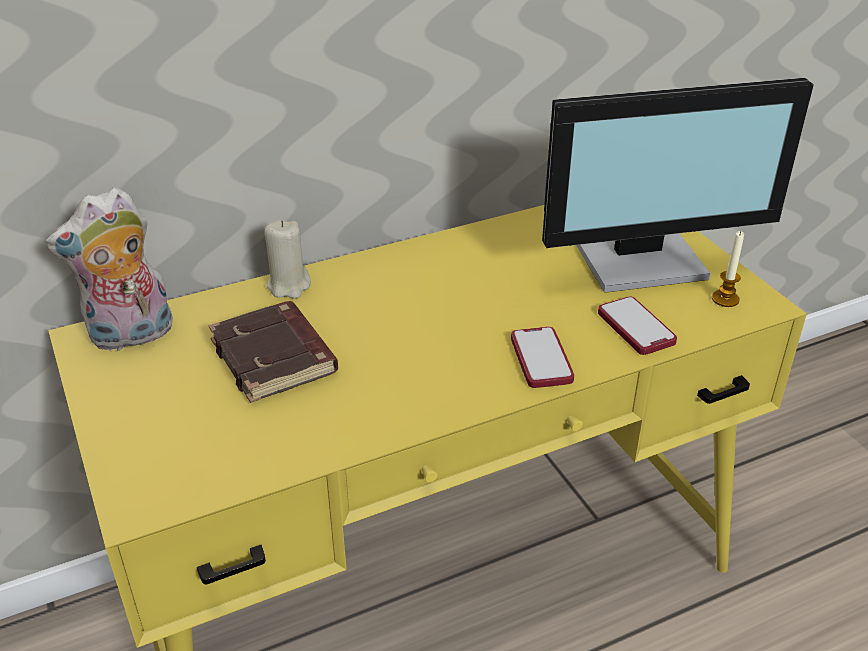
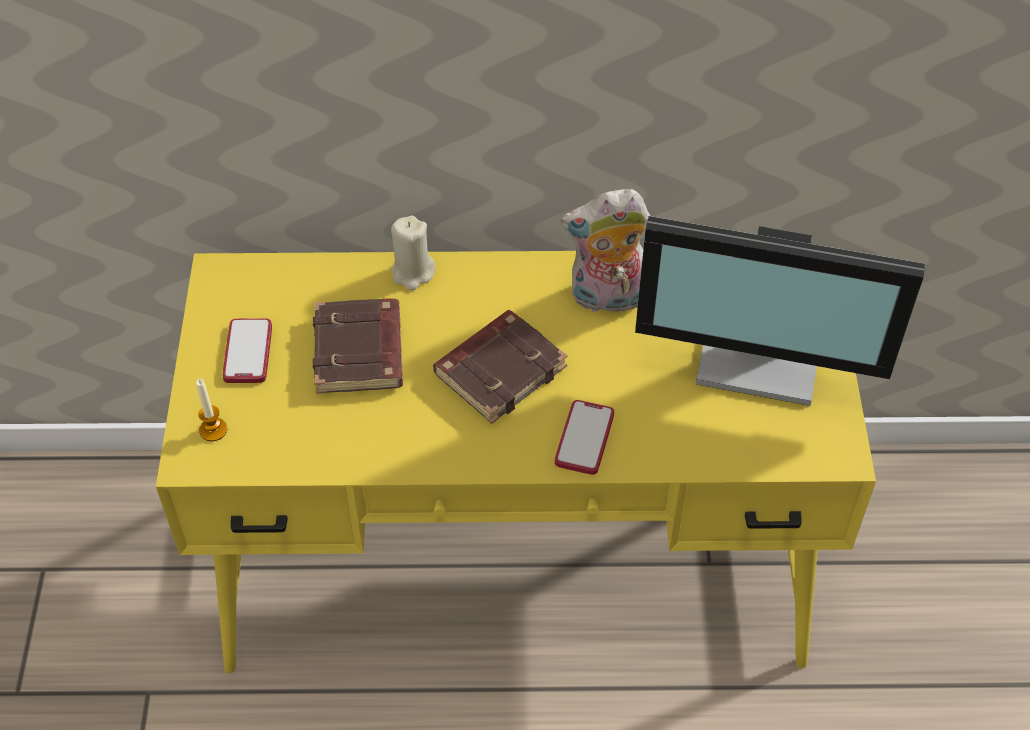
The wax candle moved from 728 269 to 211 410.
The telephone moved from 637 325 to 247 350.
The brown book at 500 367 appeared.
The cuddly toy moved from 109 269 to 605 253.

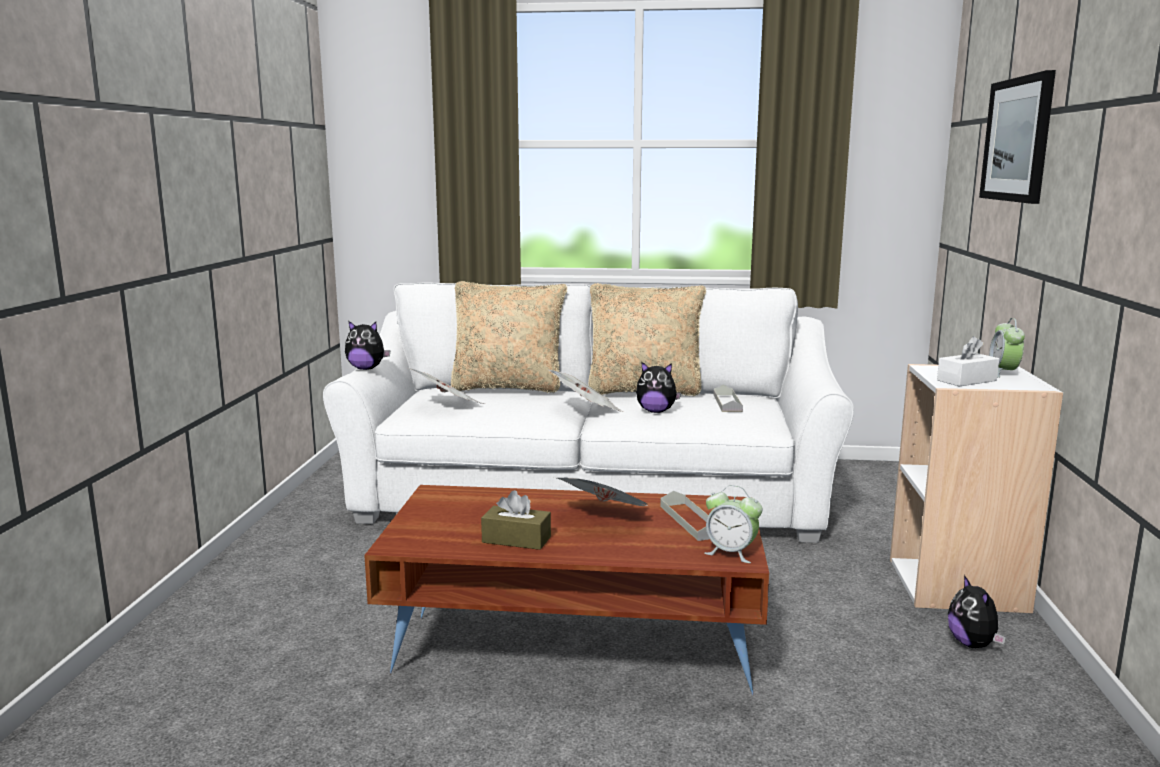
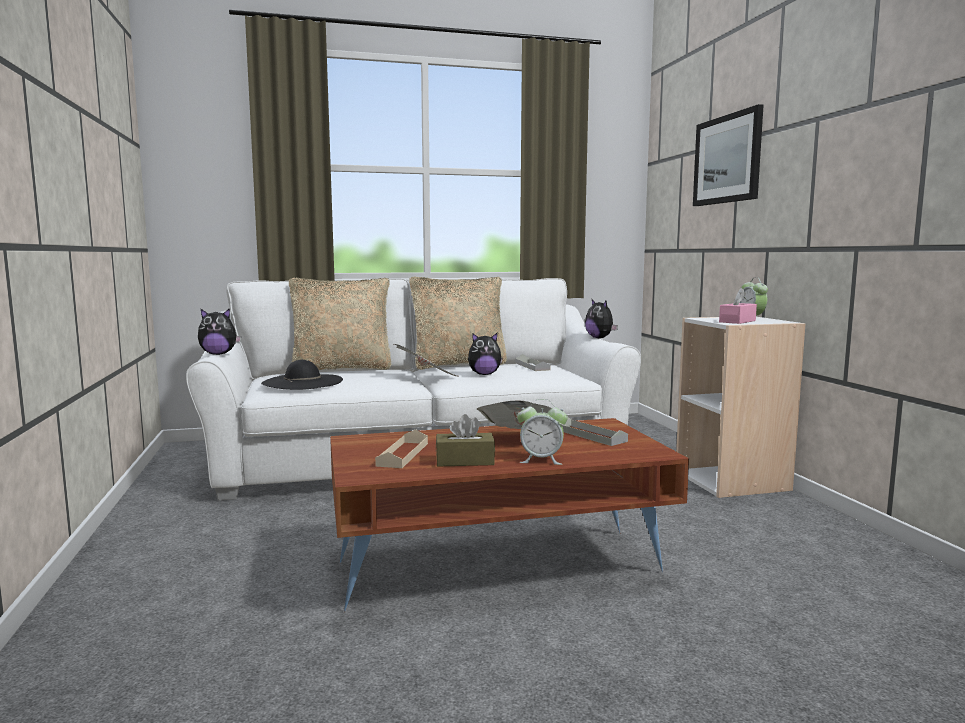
The newspaper at 446 386 was replaced by the black wearable hat at 302 375.
The beige tray at 401 448 appeared.
The table clock moved from 733 524 to 542 432.
The cuddly toy moved from 977 611 to 601 319.
The white-coloured tissue holder at 968 361 became the pink-coloured tissue holder at 738 306.

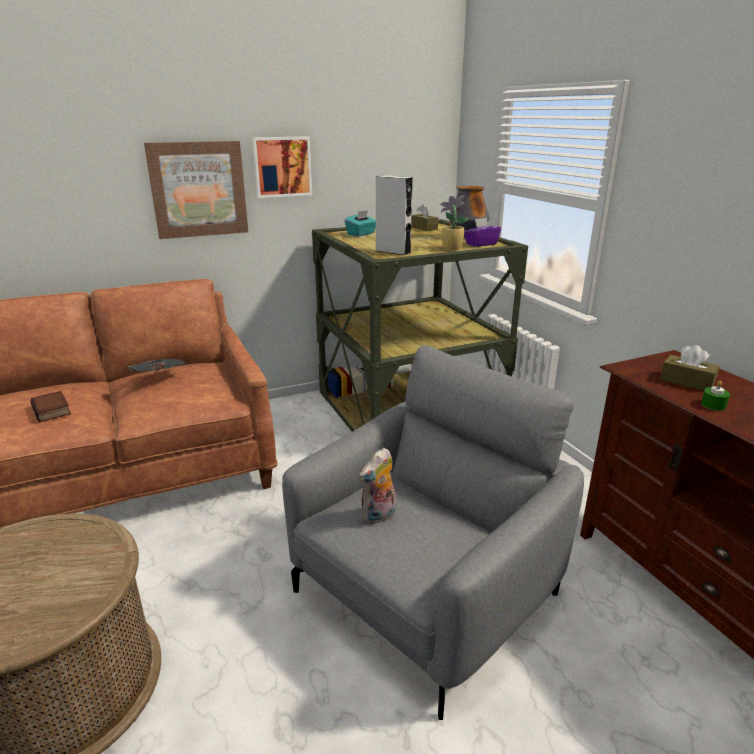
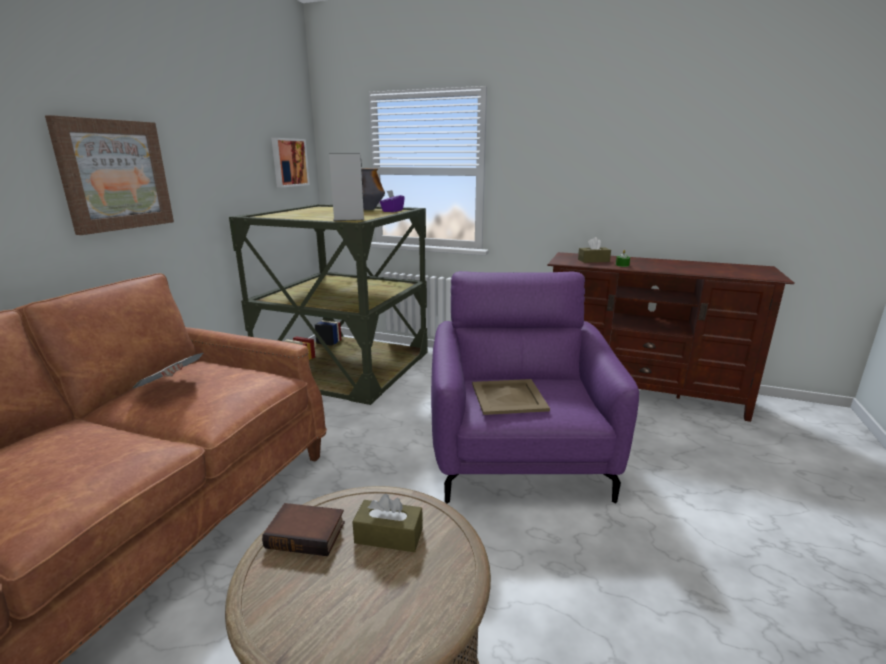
The book moved from 51 406 to 303 529.
The picture moved from 282 167 to 290 162.
The brown tissue holder moved from 424 217 to 387 523.
The greyish armchair at 433 532 became the purplish armchair at 535 387.
The cuddly toy at 377 486 was replaced by the beige tray at 511 397.
The turquoise-coloured tissue holder at 360 223 disappeared.
The potted plant at 454 223 disappeared.

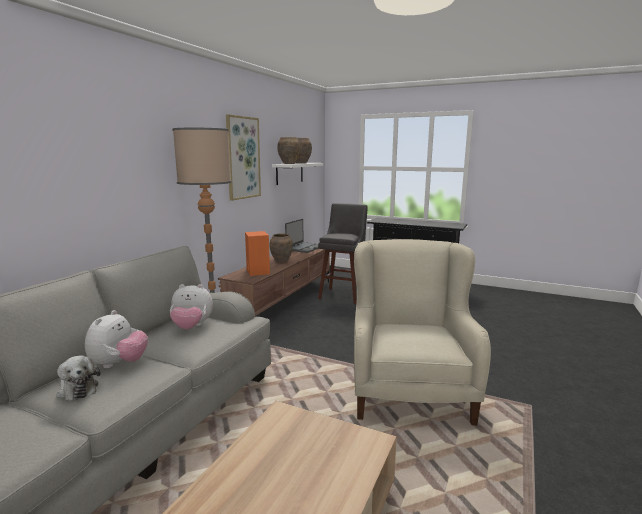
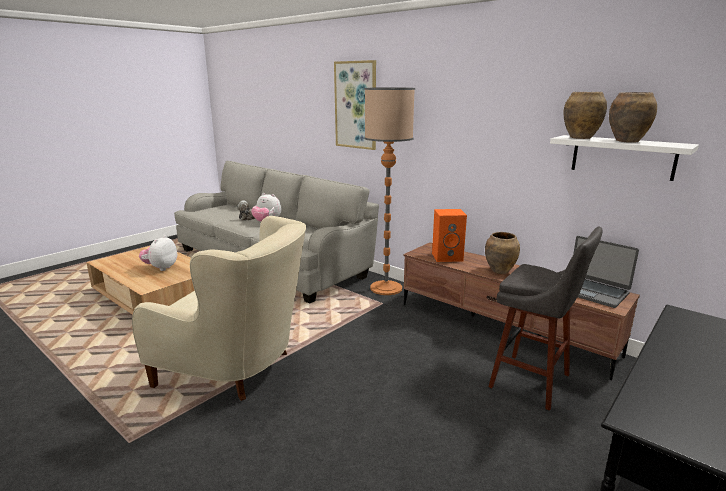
The cuddly toy moved from 191 306 to 158 253.
The picture moved from 243 157 to 355 105.

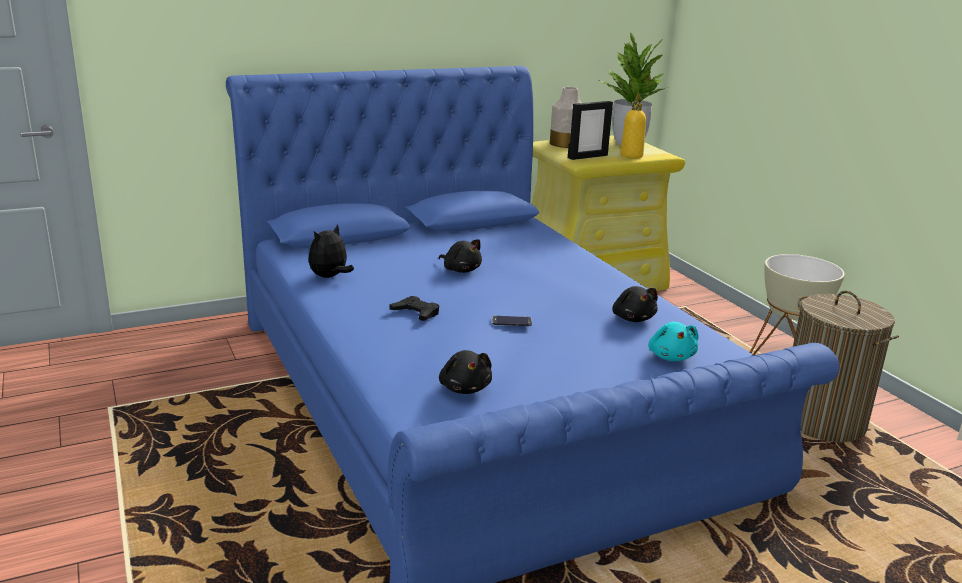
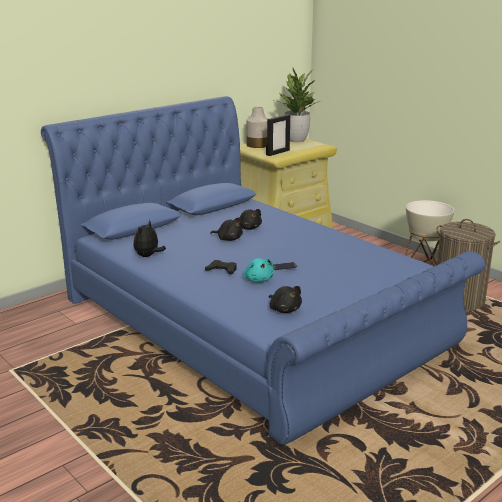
The black cuddly toy moved from 635 304 to 251 219.
The turquoise-coloured cuddly toy moved from 673 341 to 259 270.
The yellow-coloured beverage bottle at 633 130 disappeared.

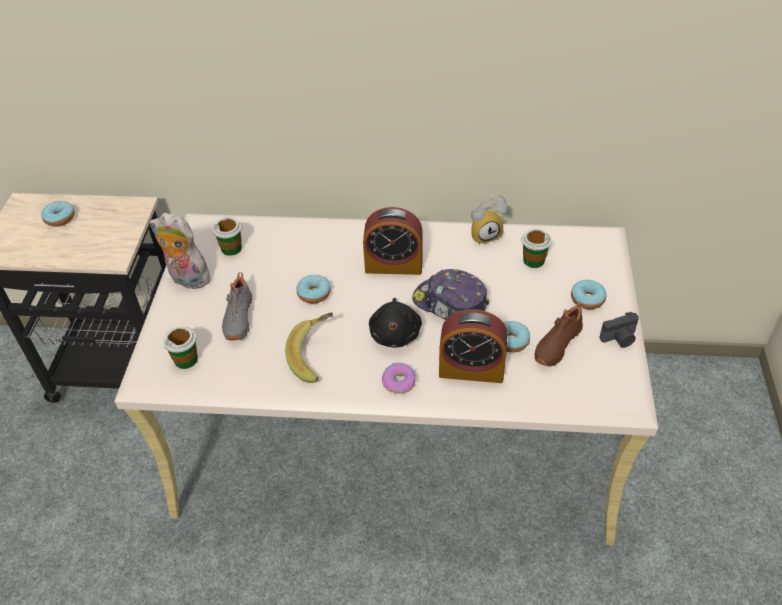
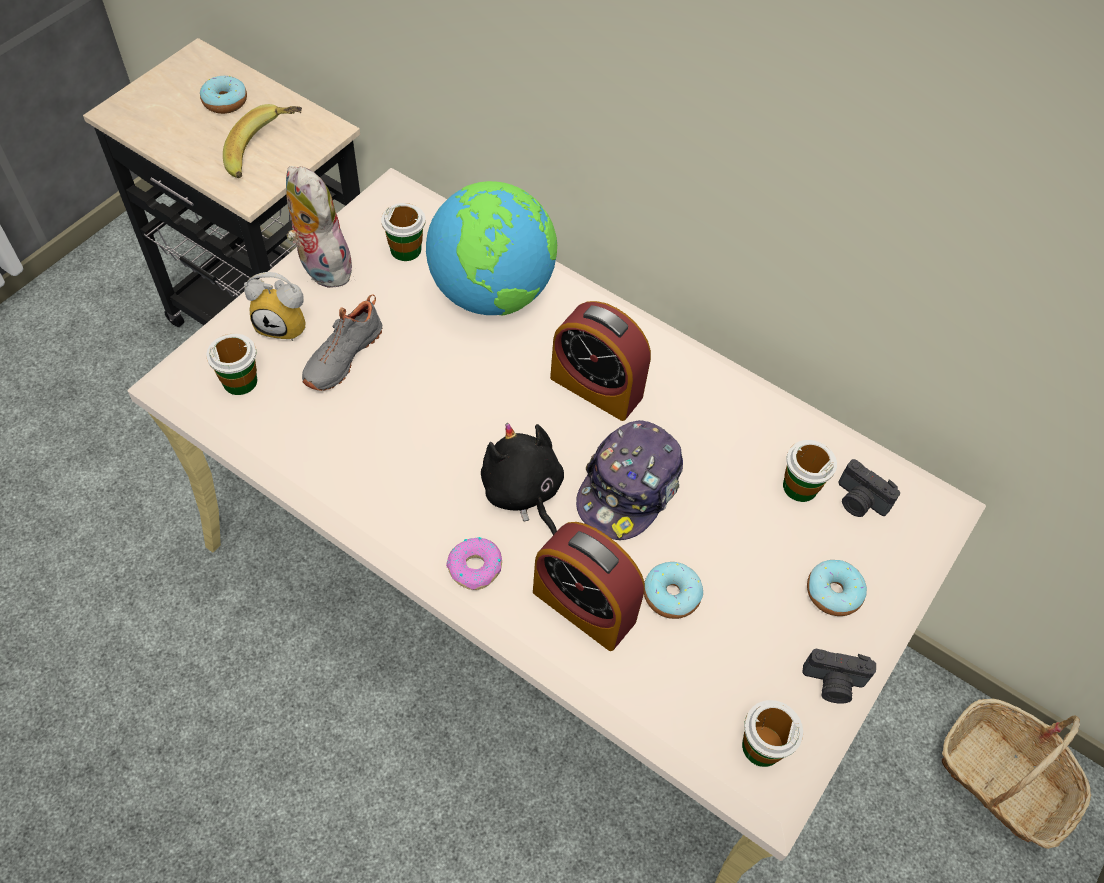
The banana moved from 309 347 to 262 141.
The table clock moved from 489 219 to 274 306.
The globe at 491 248 appeared.
The black cuddly toy at 395 322 turned 120 degrees clockwise.
The baseball cap at 450 294 turned 120 degrees counterclockwise.
The small cup at 772 733 appeared.
The photo camera at 869 488 appeared.
The storage basket at 1016 773 appeared.
The donut at 314 289 disappeared.
The brown low shoe at 558 334 disappeared.

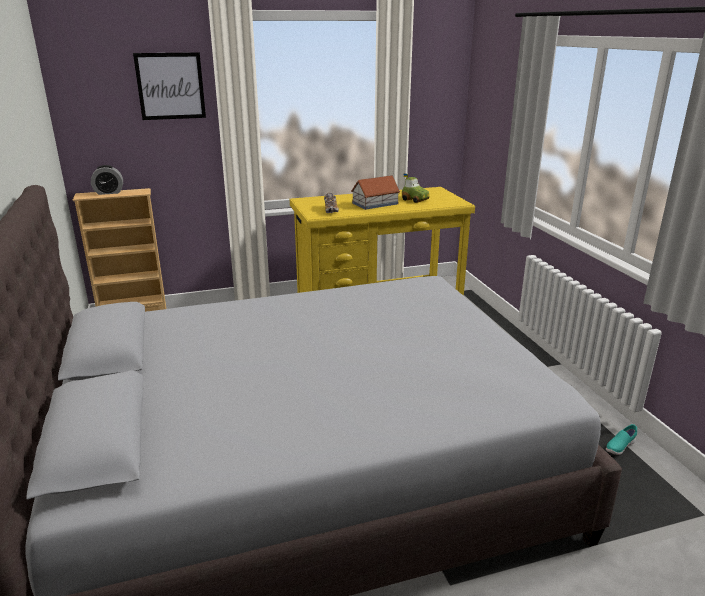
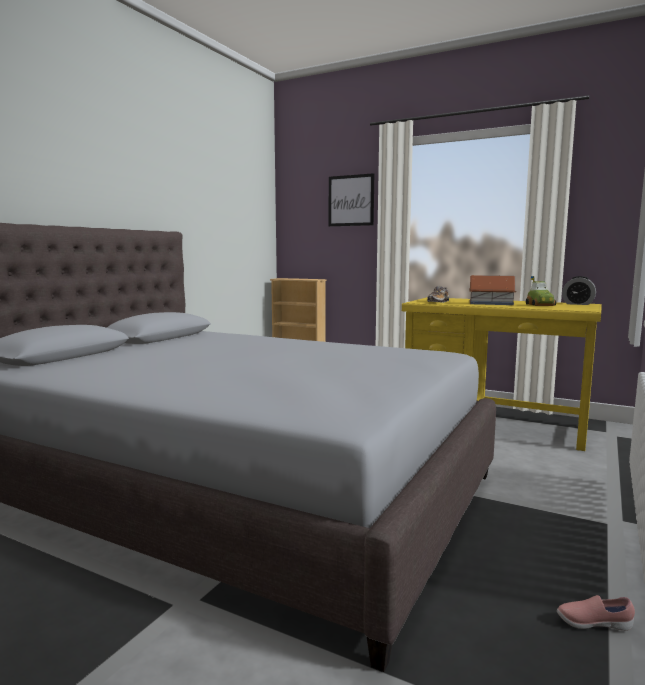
The turquoise-coloured low shoe at 621 439 became the pink-coloured low shoe at 596 613.
The table clock moved from 107 180 to 579 290.

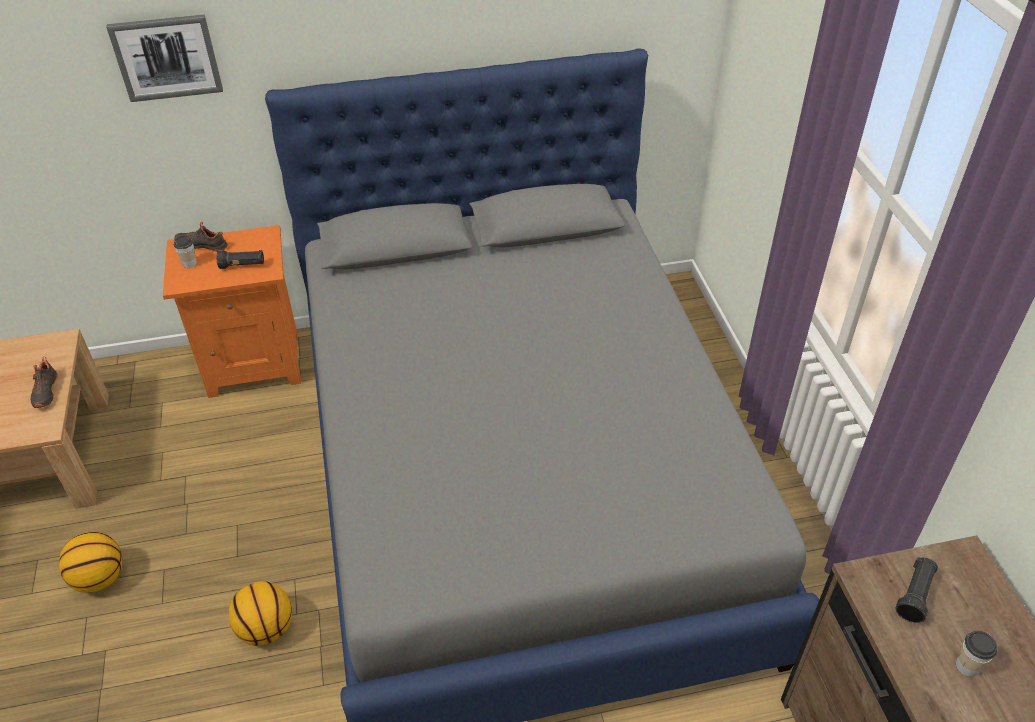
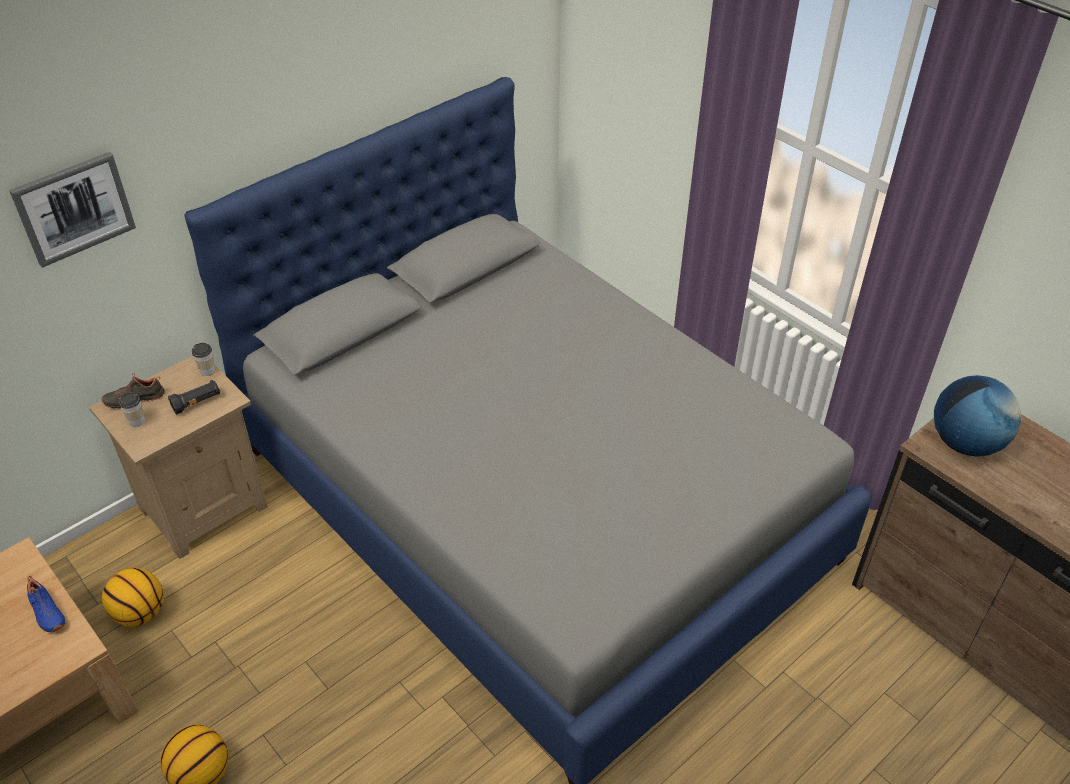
The black low shoe at 44 382 became the blue-coloured low shoe at 46 604.
The orange nightstand at 232 311 became the beige nightstand at 178 457.
The basketball moved from 260 613 to 133 597.
The small cup moved from 976 654 to 203 359.
The black torch at 917 590 was replaced by the globe at 978 416.

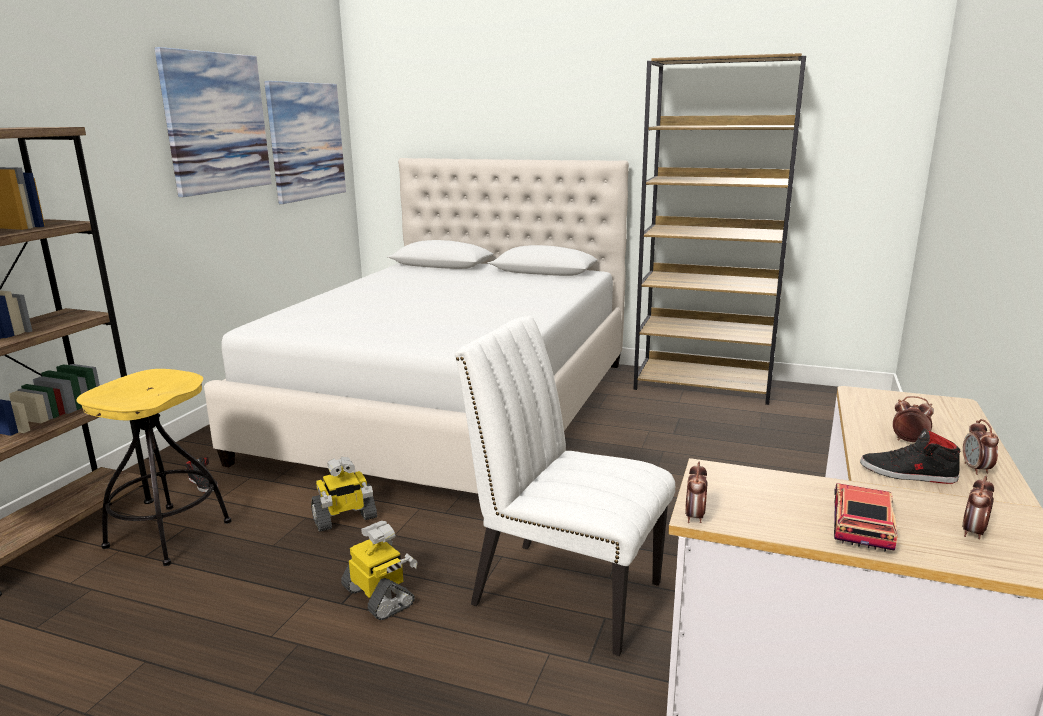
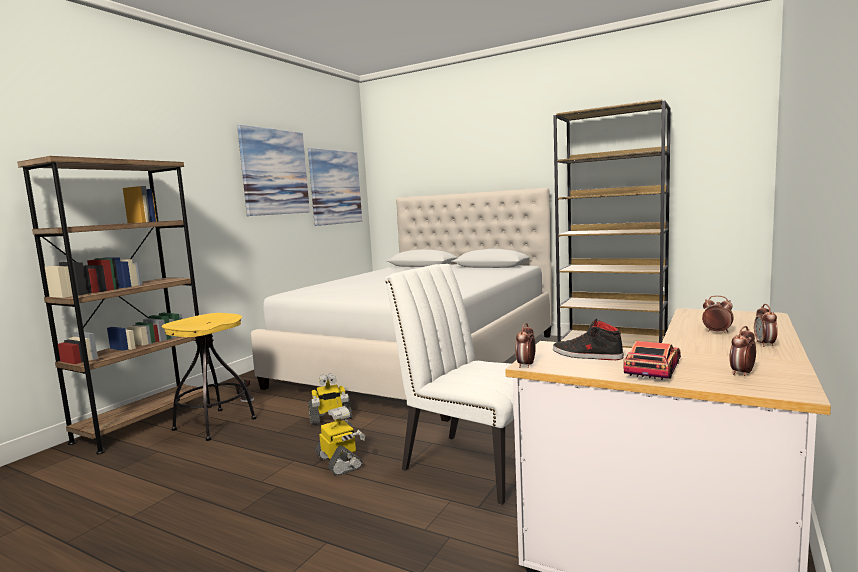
The black low shoe moved from 910 456 to 588 339.

